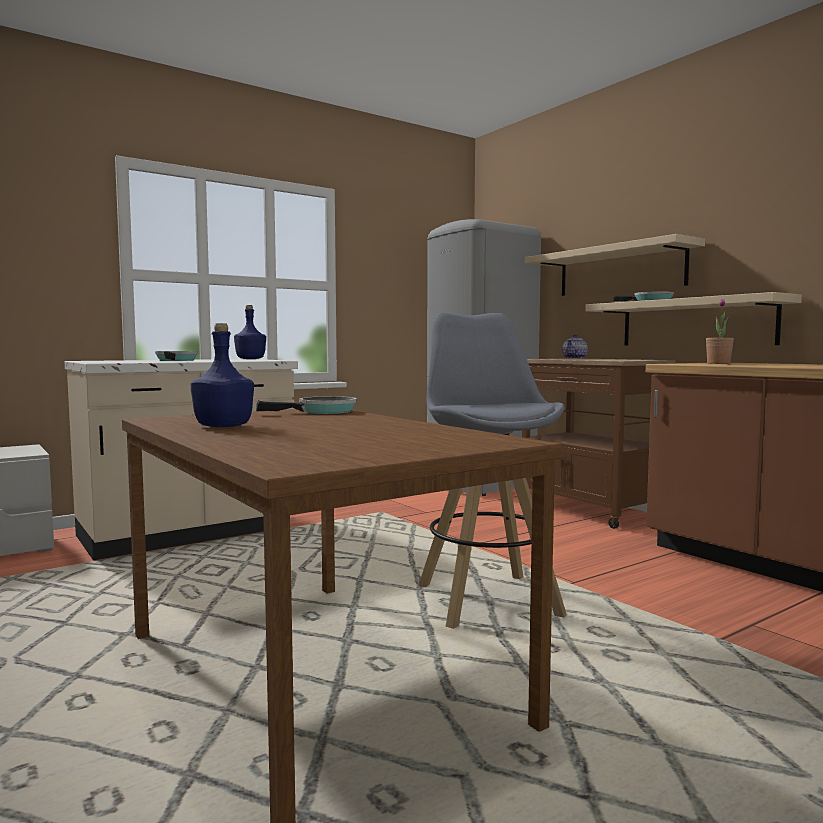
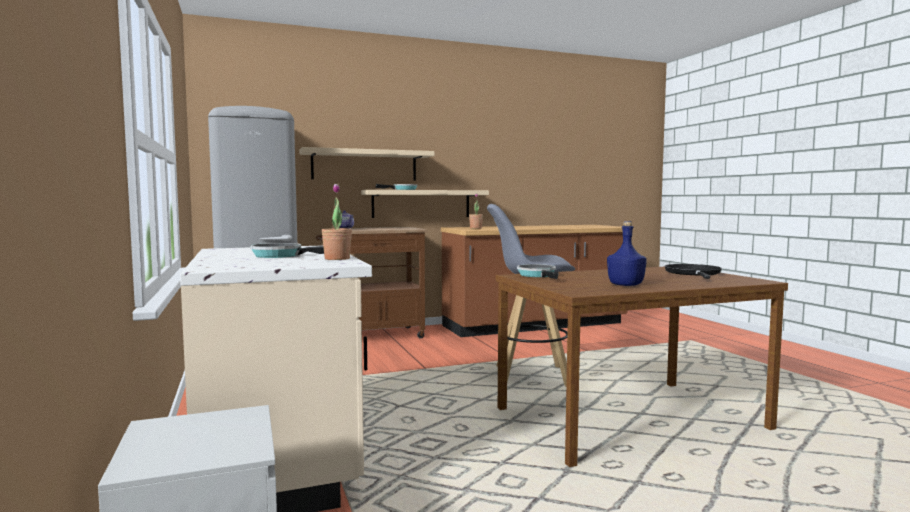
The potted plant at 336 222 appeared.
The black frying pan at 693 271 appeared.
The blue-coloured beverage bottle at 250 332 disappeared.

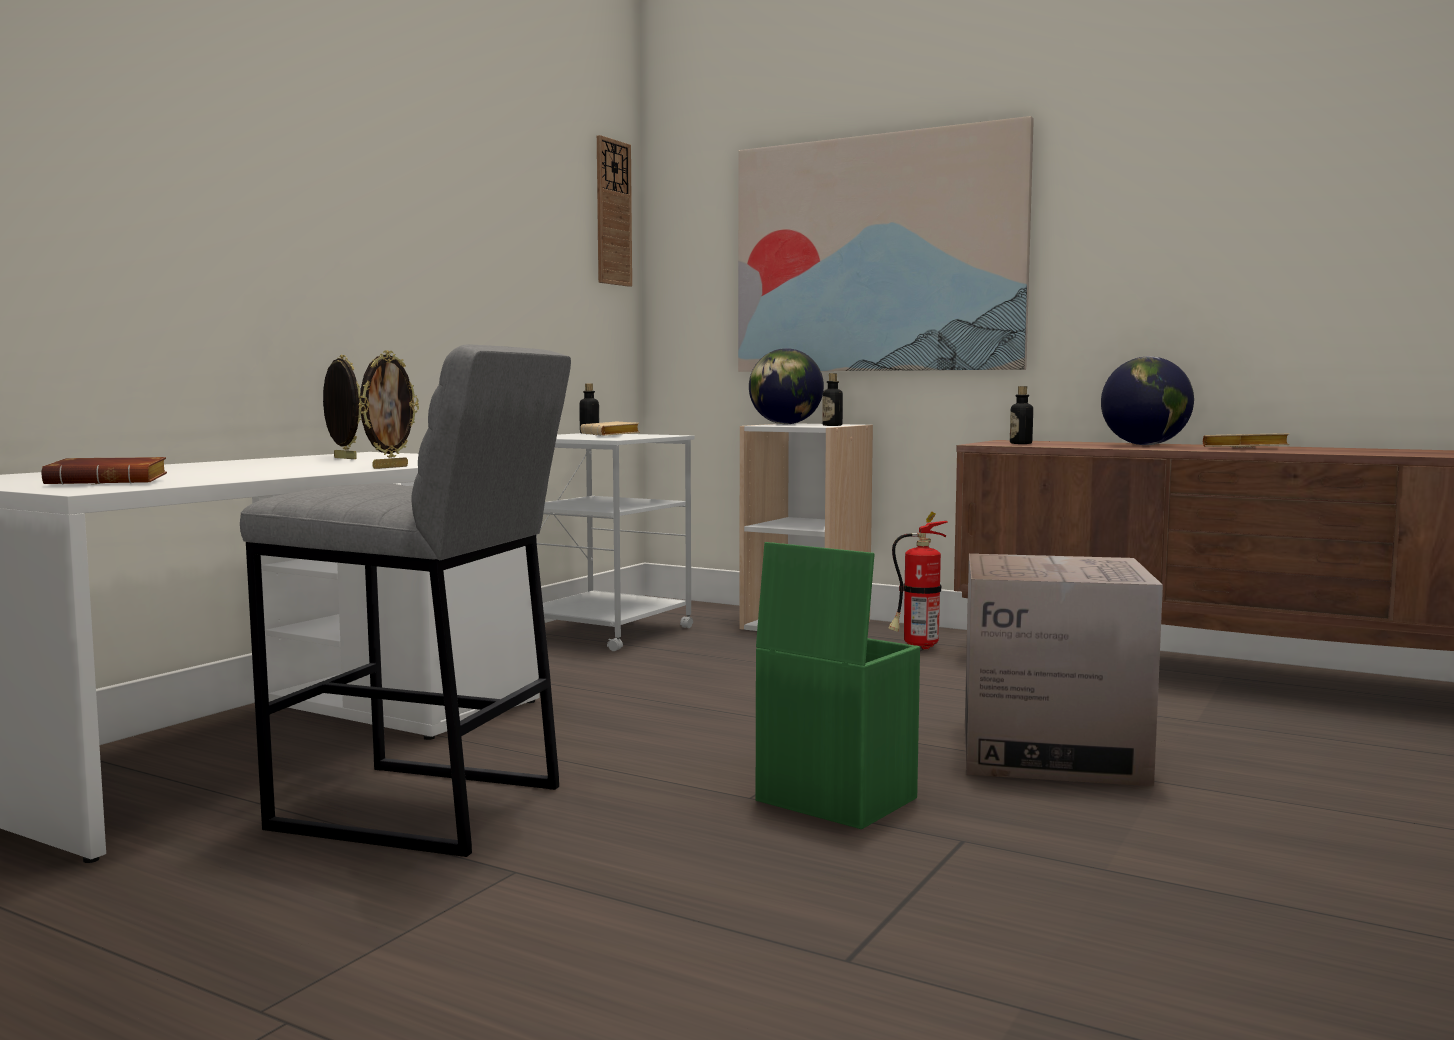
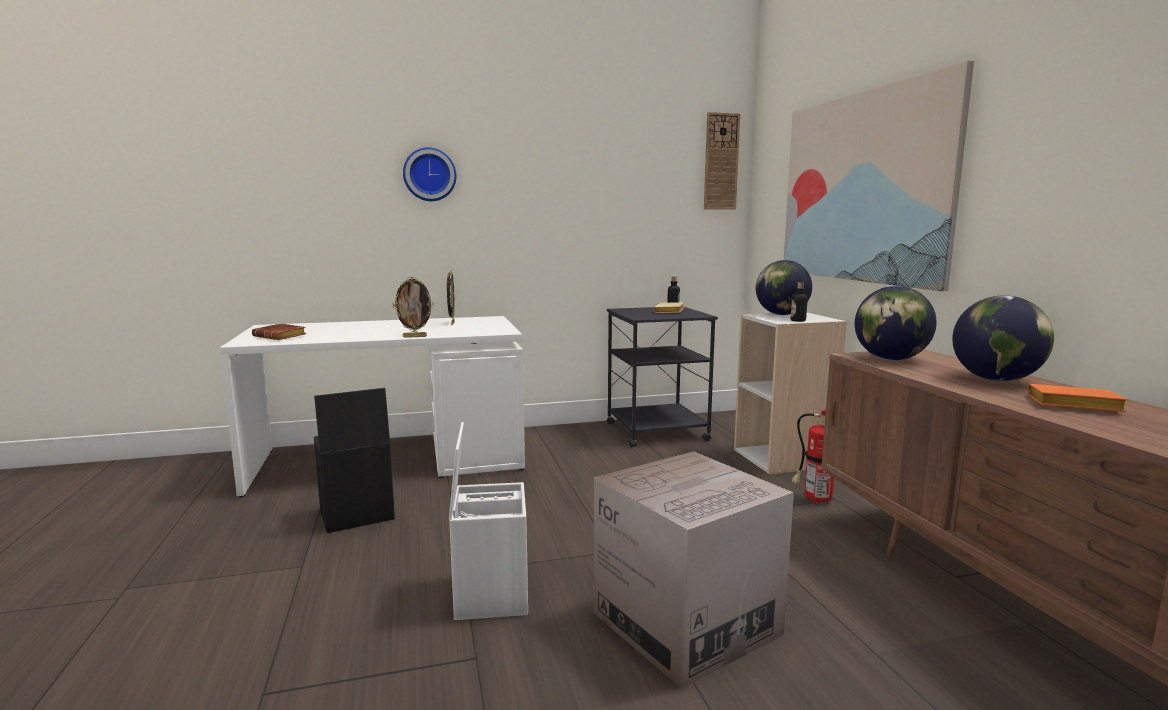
The greyish sitting stool at 405 601 was replaced by the black storage box at 354 460.
The wall clock at 429 174 appeared.
The greenish storage box at 838 685 became the white-coloured storage box at 488 521.
The white-coloured wheeled cart at 616 542 became the black wheeled cart at 662 377.
The beverage bottle at 1021 415 was replaced by the globe at 896 323.
The beige book at 1246 440 became the orange book at 1078 398.

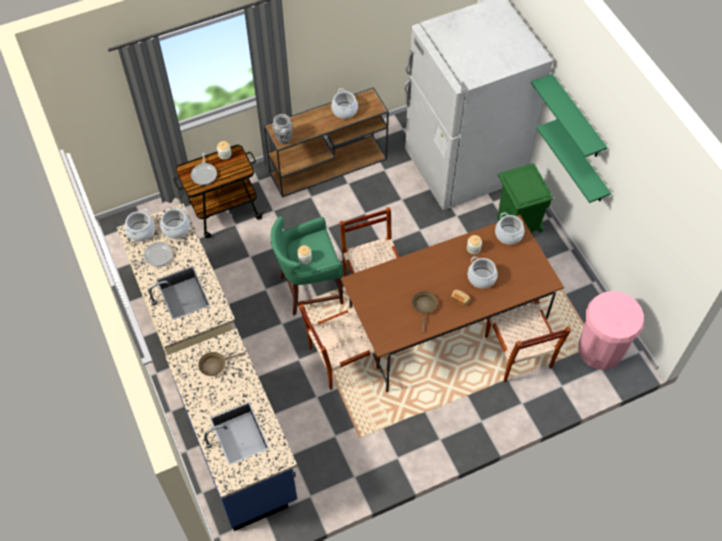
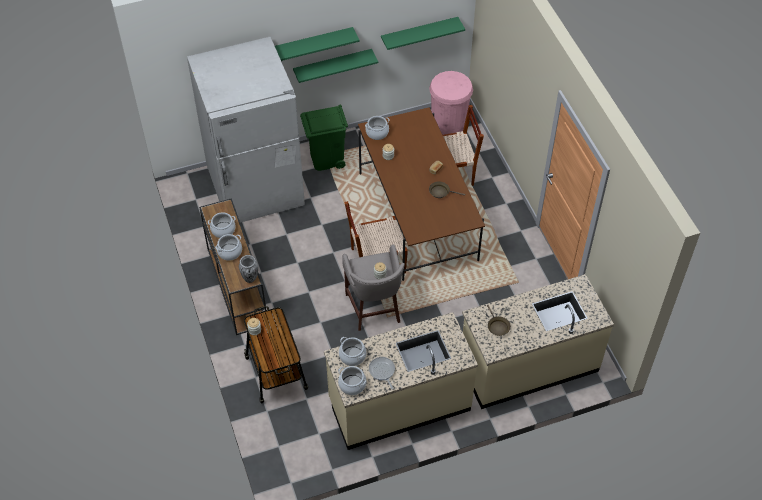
The saucepot moved from 483 273 to 228 247.
The greenish sitting stool at 307 265 became the greyish sitting stool at 373 287.
The greenish wall shelf at 423 33 appeared.
The blue-coloured kitchen counter at 231 429 became the beige kitchen counter at 538 341.
The frying pan at 204 168 disappeared.
The upright chair at 339 347 disappeared.

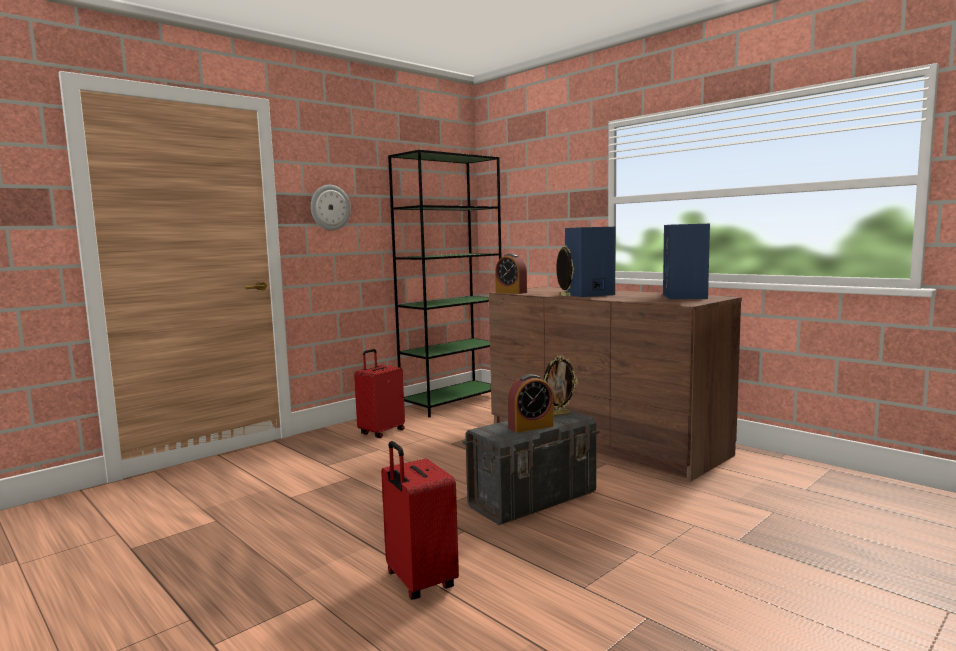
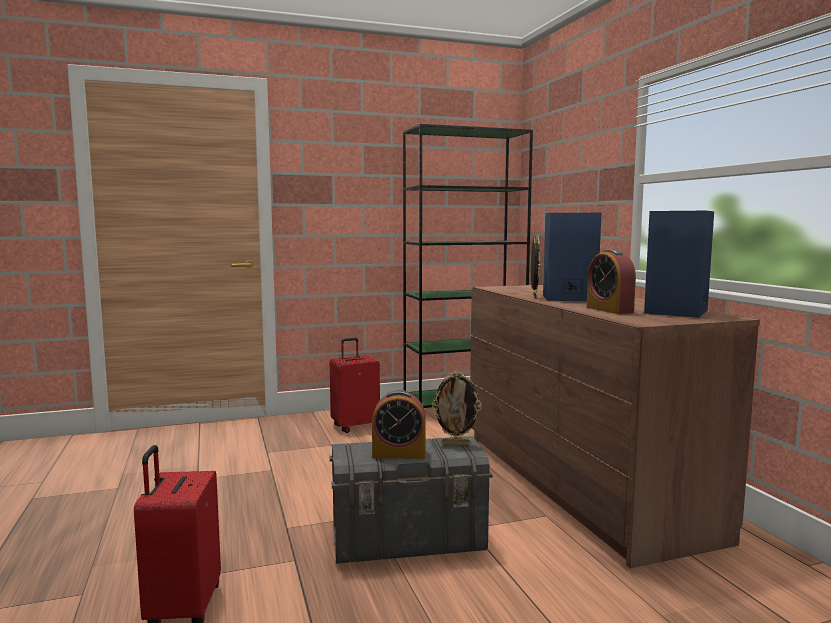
The table clock moved from 511 274 to 611 281.
The wall clock at 331 208 disappeared.

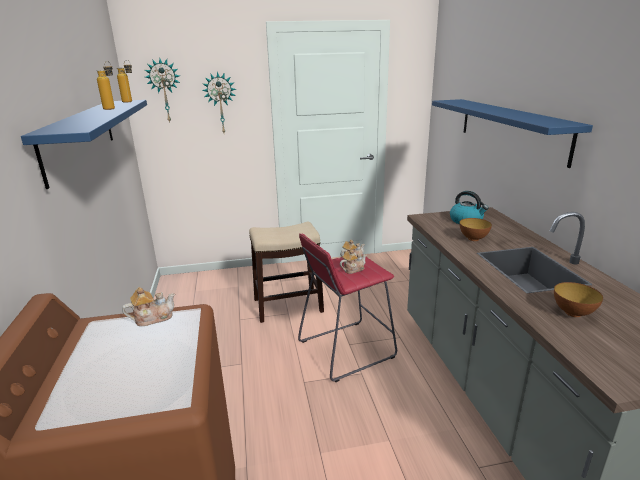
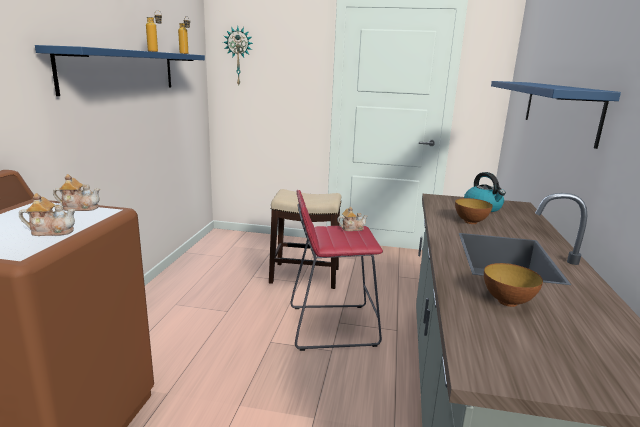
The teapot moved from 353 262 to 47 214.
The wall clock at 219 102 disappeared.

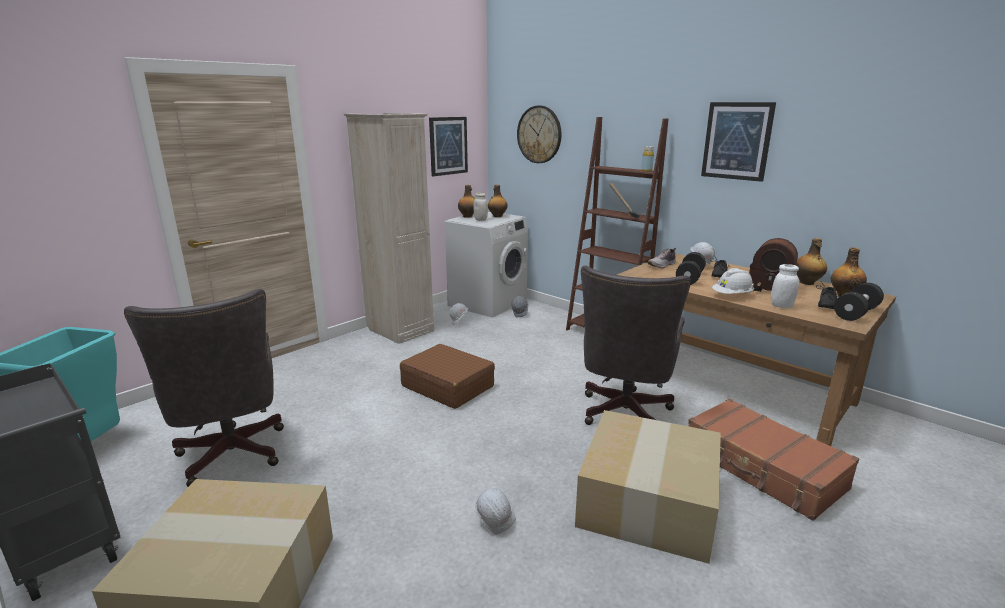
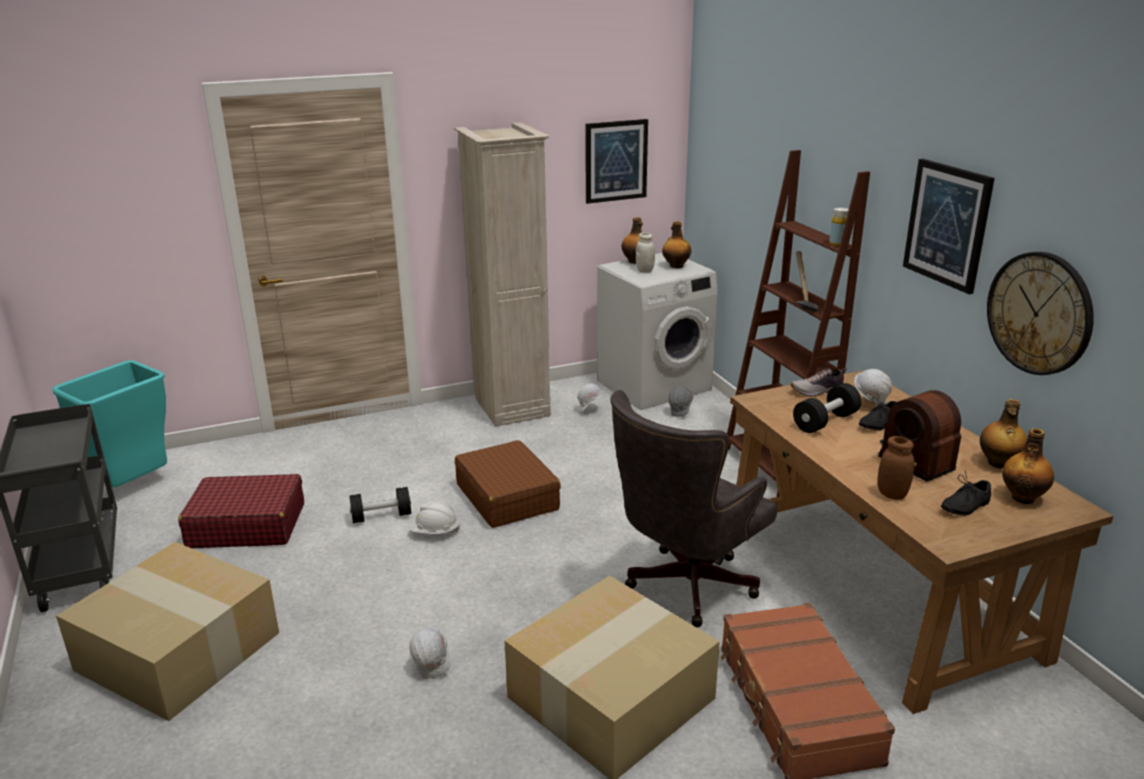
The greyish computer chair at 204 388 was replaced by the red-coloured piece of luggage at 241 511.
The black free weight moved from 859 302 to 380 505.
The white-coloured work helmet moved from 733 281 to 435 518.
The white-coloured preserve jar at 785 286 became the brown preserve jar at 896 468.
The wall clock moved from 539 134 to 1040 313.

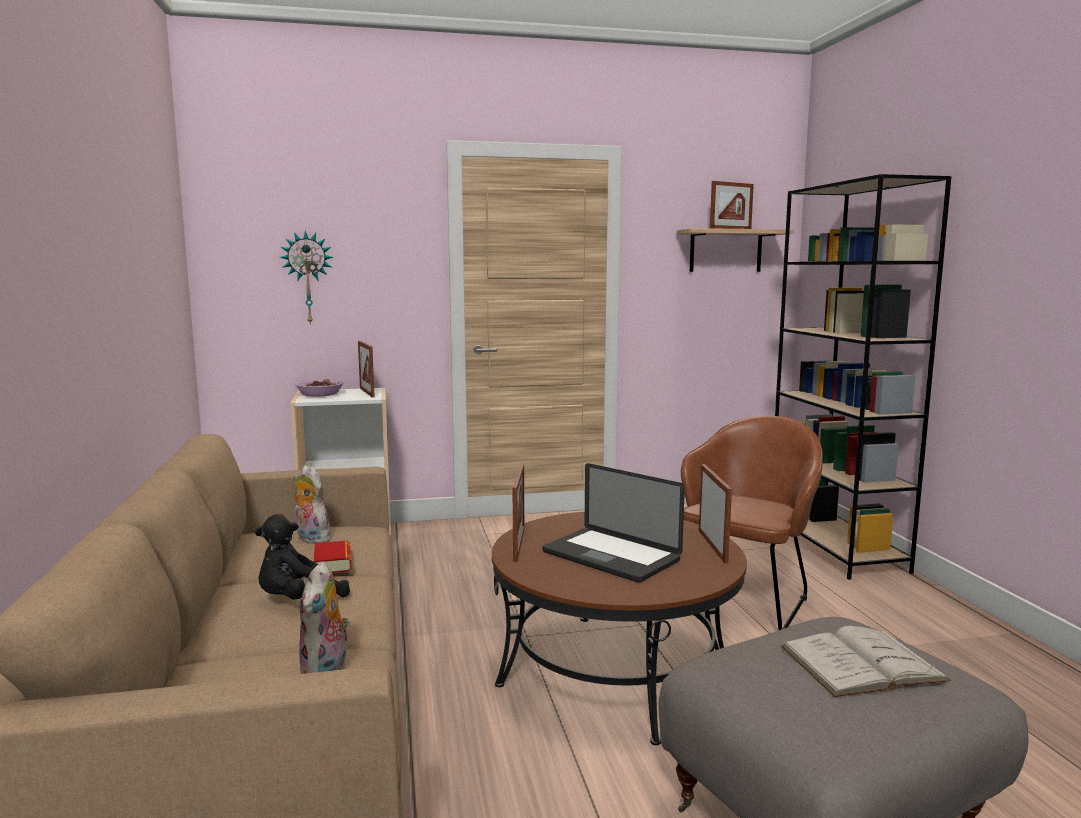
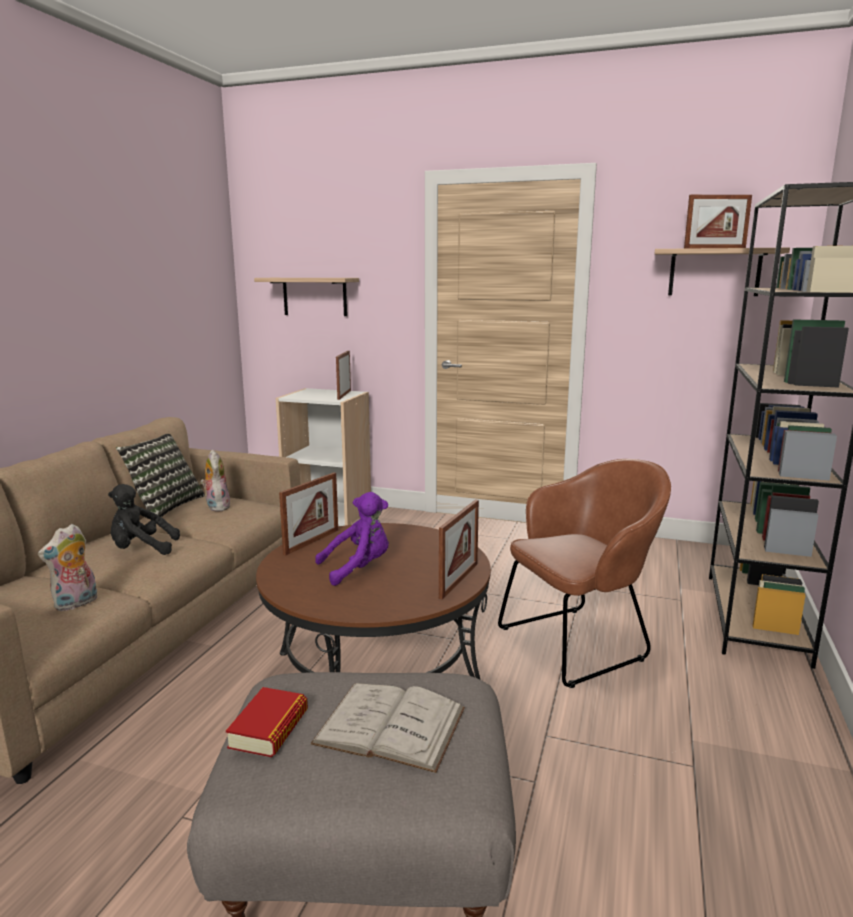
The cushion at 160 475 appeared.
The book moved from 332 556 to 267 722.
The wall clock at 307 278 was replaced by the wall shelf at 306 297.
The notebook computer at 614 523 was replaced by the purplish cuddly toy at 352 539.
The serving bowl at 319 388 disappeared.

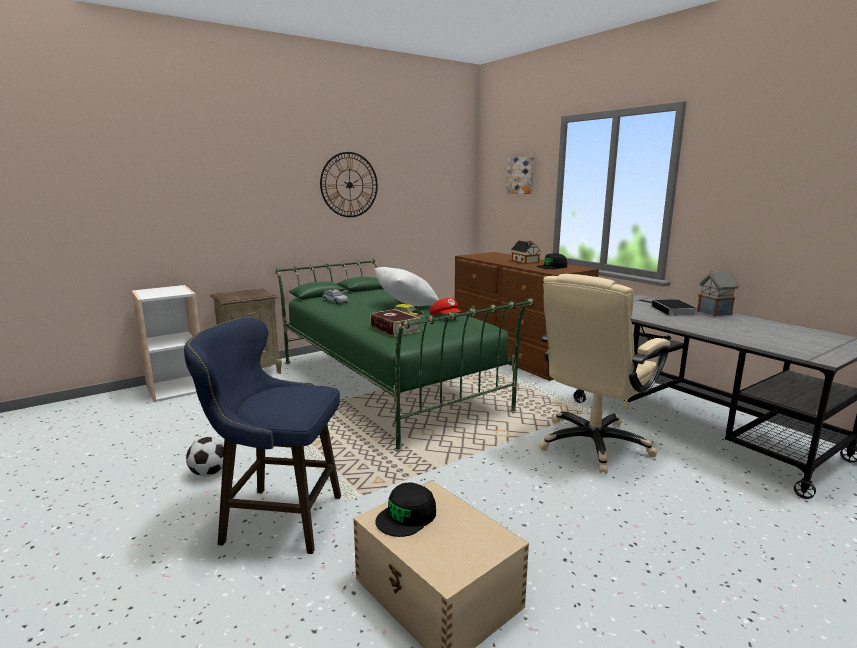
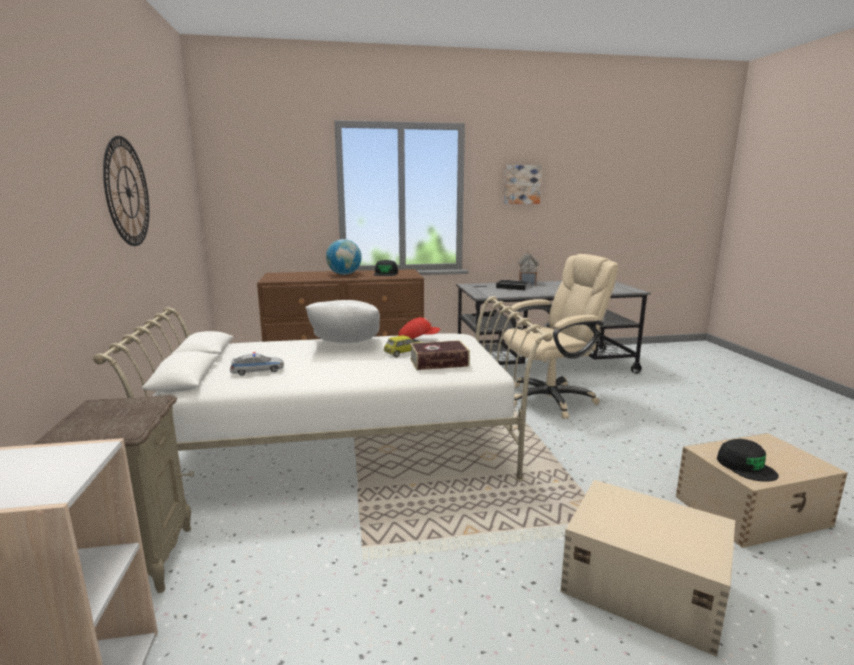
The greenish sleeping bed at 404 355 became the white-coloured sleeping bed at 323 388.
The toy house at 526 252 was replaced by the globe at 344 257.
The beige computer chair at 604 374 turned 90 degrees counterclockwise.
The picture moved from 519 175 to 523 184.
The blue-coloured sitting stool at 262 435 was replaced by the beige storage box at 647 568.
The ball for football at 205 456 disappeared.

